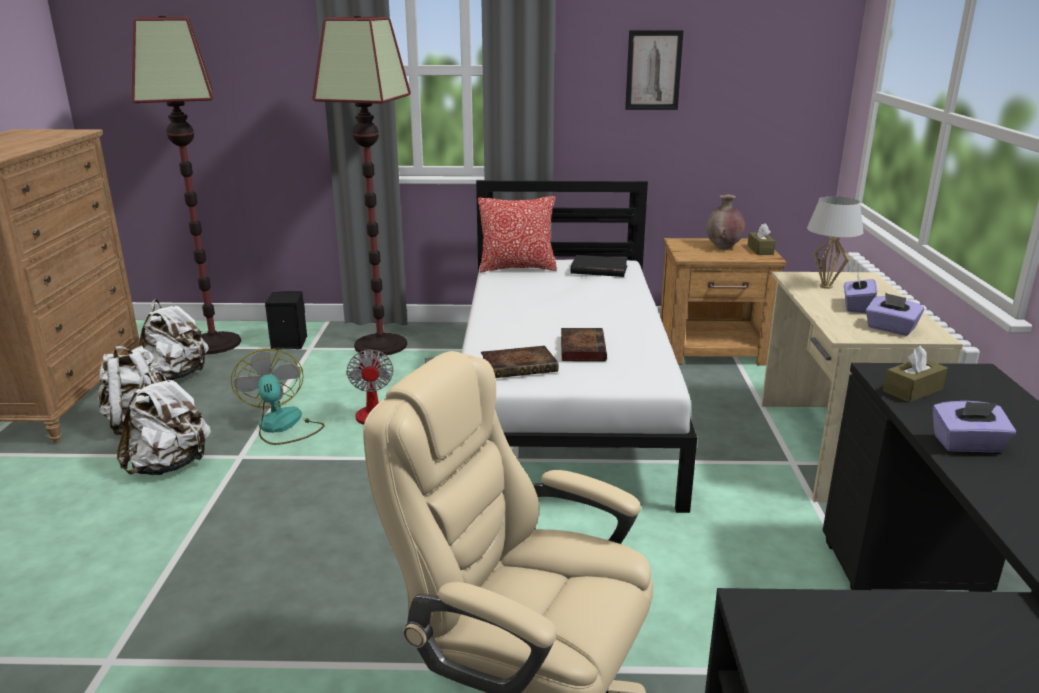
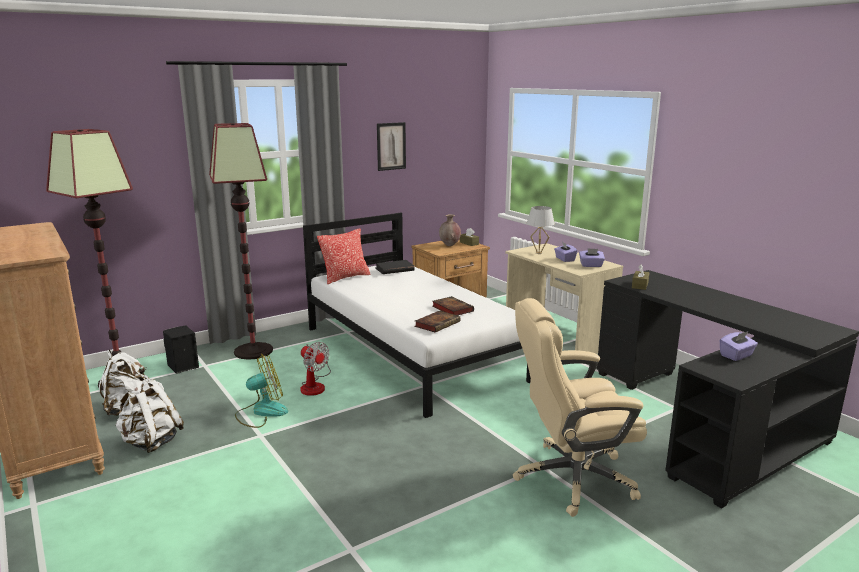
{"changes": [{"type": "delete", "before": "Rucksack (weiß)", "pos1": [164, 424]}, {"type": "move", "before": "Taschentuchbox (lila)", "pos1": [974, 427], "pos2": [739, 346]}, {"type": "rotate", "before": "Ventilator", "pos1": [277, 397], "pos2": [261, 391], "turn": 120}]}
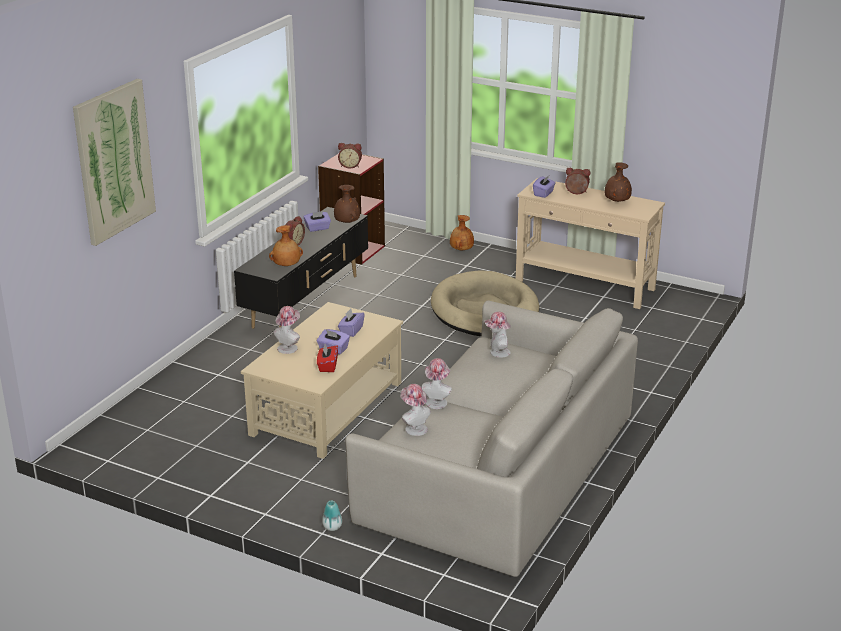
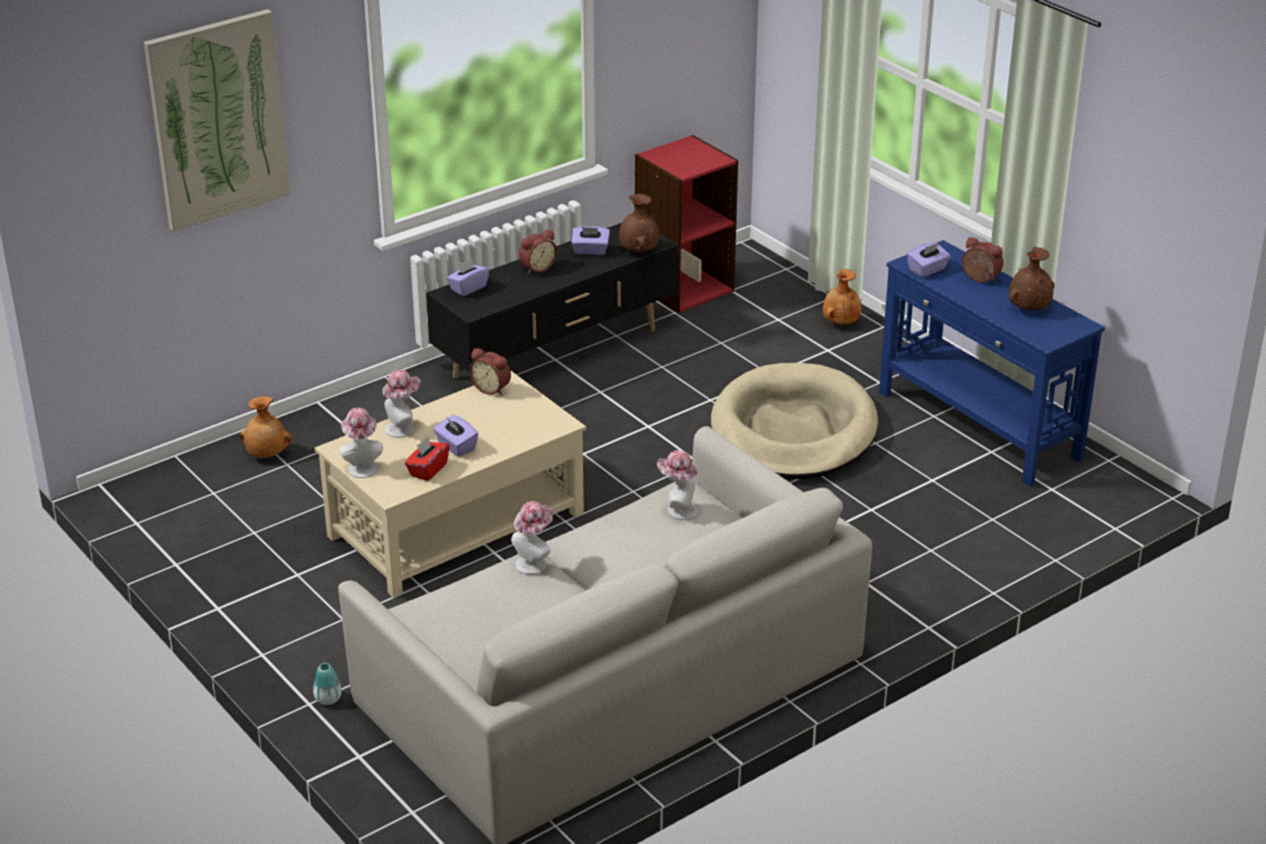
{"changes": [{"type": "move", "before": "Vase (braun)", "pos1": [286, 245], "pos2": [265, 427]}, {"type": "move", "before": "Wecker", "pos1": [350, 156], "pos2": [490, 371]}, {"type": "move", "before": "Taschentuchbox (lila)", "pos1": [351, 323], "pos2": [468, 277]}, {"type": "move", "before": "Hut", "pos1": [416, 410], "pos2": [361, 443]}, {"type": "recolor", "before": "Konsolentisch (beige)", "after": "Konsolentisch (blau)", "pos1": [590, 243], "pos2": [992, 363]}]}
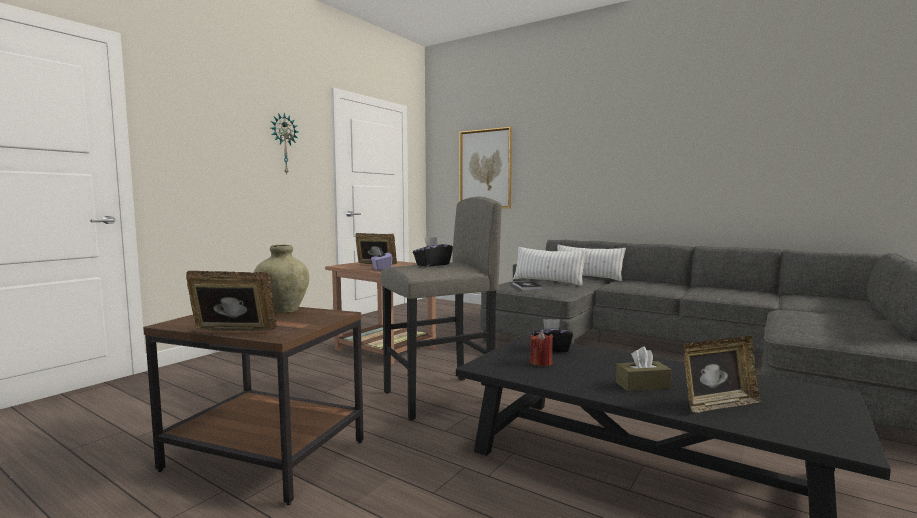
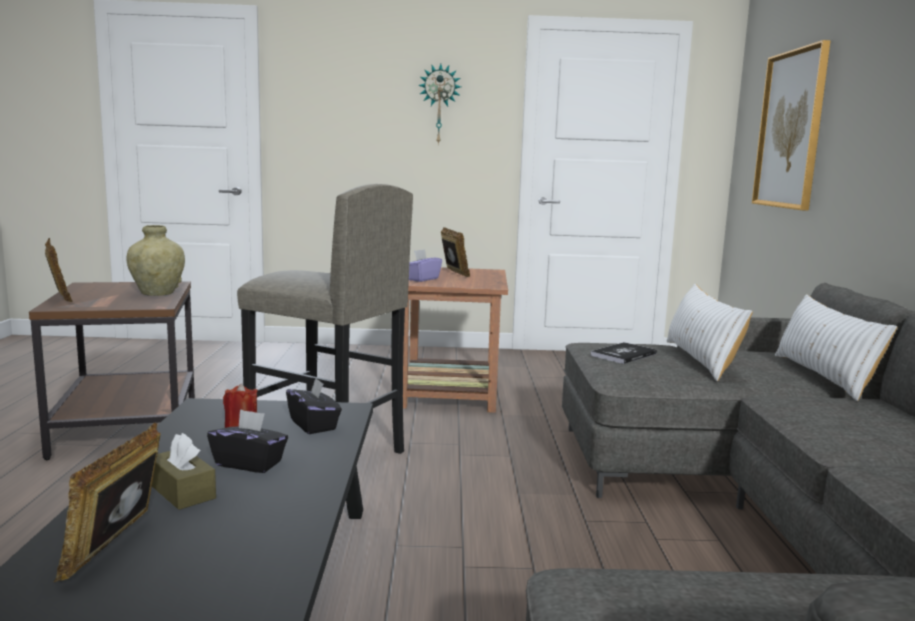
{"changes": [{"type": "move", "before": "Taschentuchbox (schwarz)", "pos1": [433, 252], "pos2": [247, 441]}, {"type": "rotate", "before": "Bilderrahmen", "pos1": [722, 374], "pos2": [107, 502], "turn": 60}]}
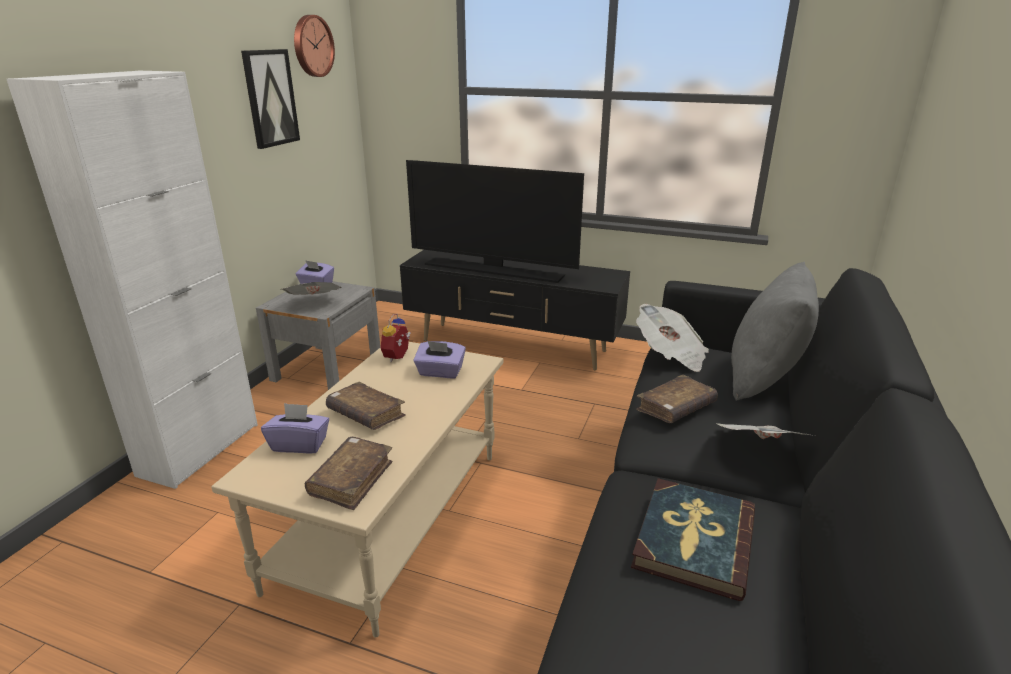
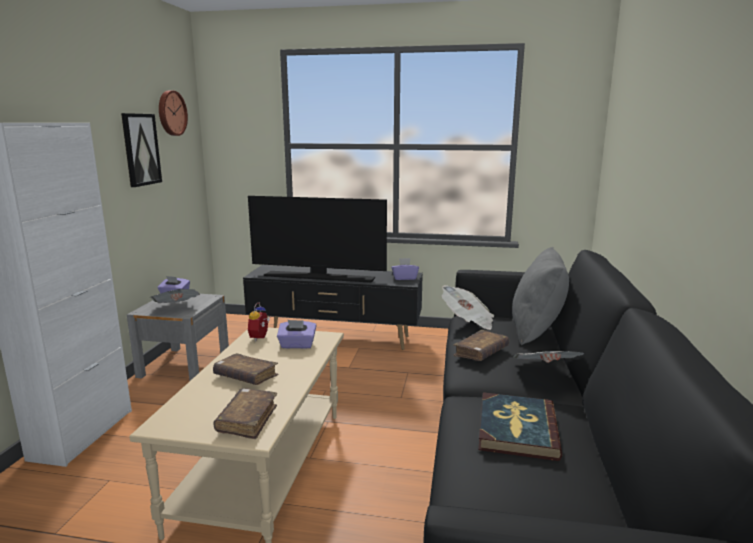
{"changes": [{"type": "move", "before": "Taschentuchbox (lila)", "pos1": [295, 428], "pos2": [405, 269]}]}
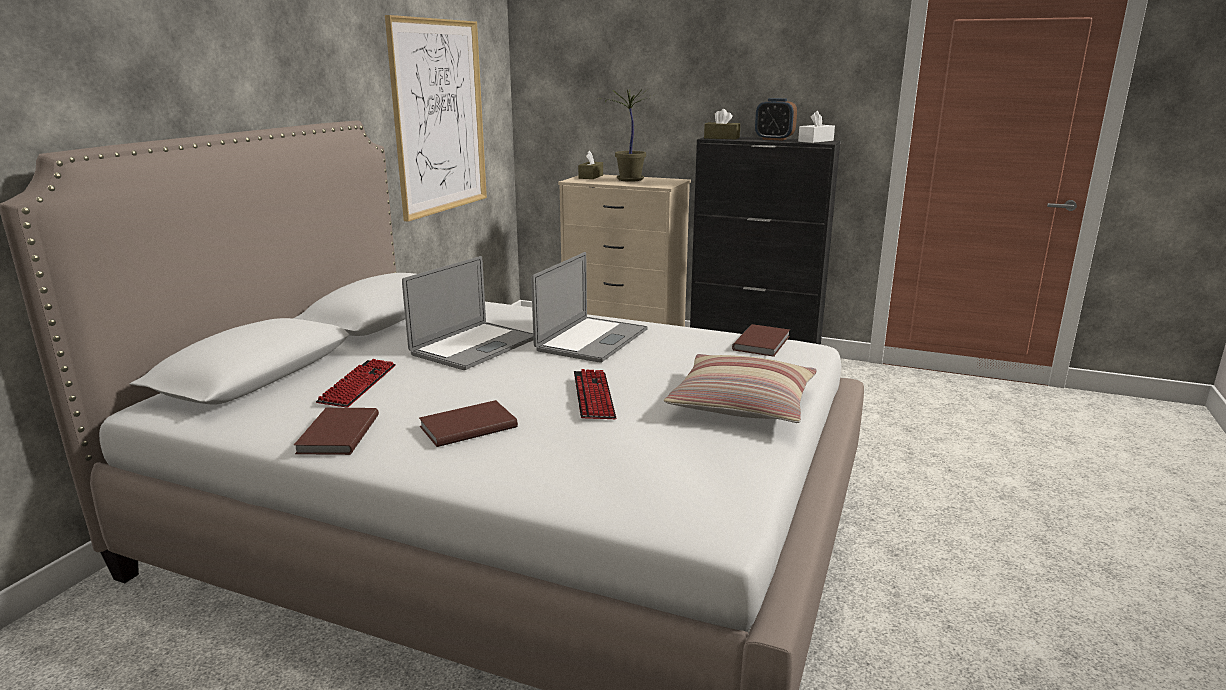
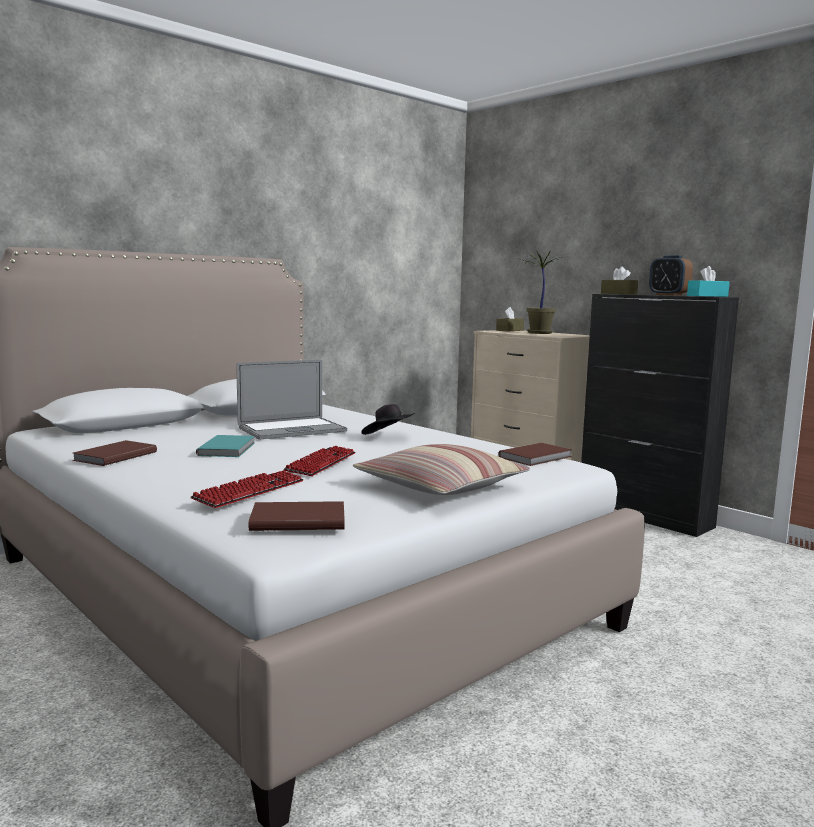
{"changes": [{"type": "delete", "before": "Bild", "pos1": [436, 118]}, {"type": "insert", "after": "Buch (türkis)", "pos2": [225, 446]}, {"type": "move", "before": "Tastatur", "pos1": [356, 383], "pos2": [247, 489]}, {"type": "move", "before": "Buch (braun)", "pos1": [468, 423], "pos2": [297, 516]}, {"type": "replace", "before": "Laptop", "after": "Hut (schwarz)", "pos1": [589, 307], "pos2": [387, 419]}, {"type": "recolor", "before": "Taschentuchbox (weiß)", "after": "Taschentuchbox (türkis)", "pos1": [816, 127], "pos2": [708, 281]}]}
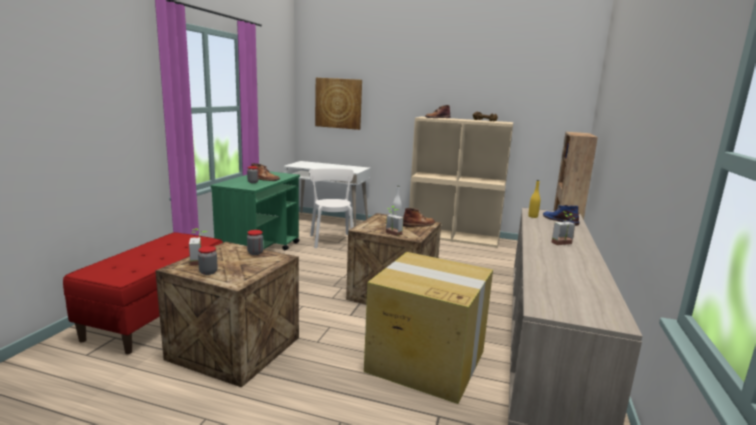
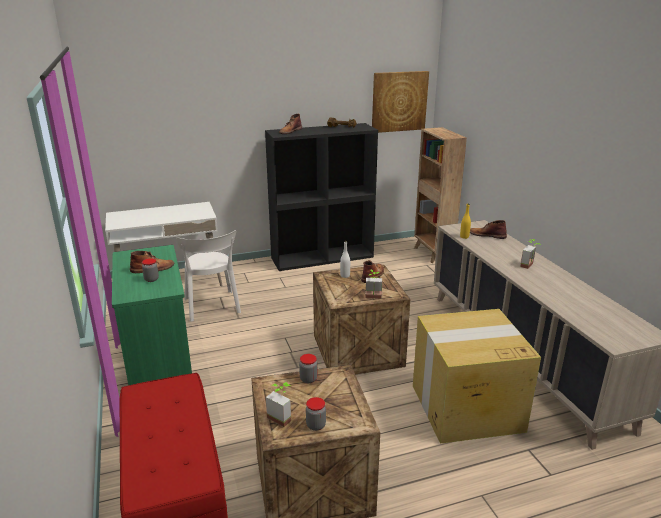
{"changes": [{"type": "move", "before": "Bild", "pos1": [338, 104], "pos2": [400, 102]}, {"type": "recolor", "before": "Bücherregal (beige)", "after": "Bücherregal (schwarz)", "pos1": [461, 182], "pos2": [321, 197]}, {"type": "recolor", "before": "Stiefel (blau)", "after": "Stiefel (braun)", "pos1": [561, 215], "pos2": [488, 229]}, {"type": "rotate", "before": "Stuhl (weiß)", "pos1": [331, 208], "pos2": [208, 276], "turn": -150}]}
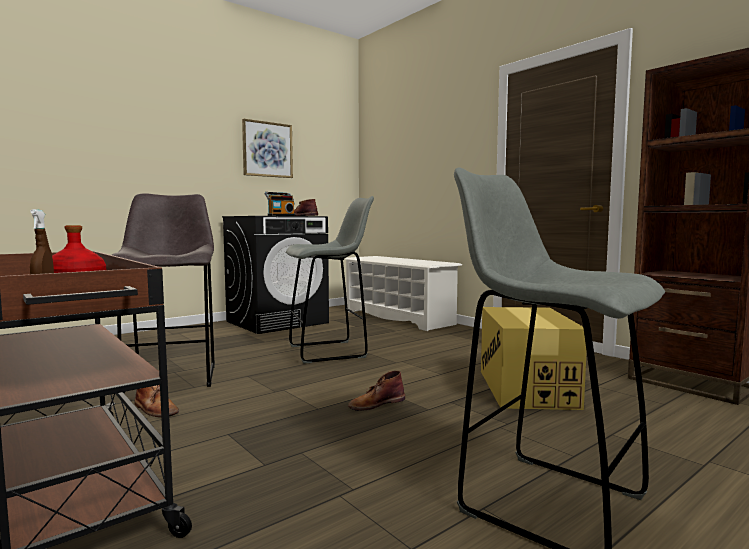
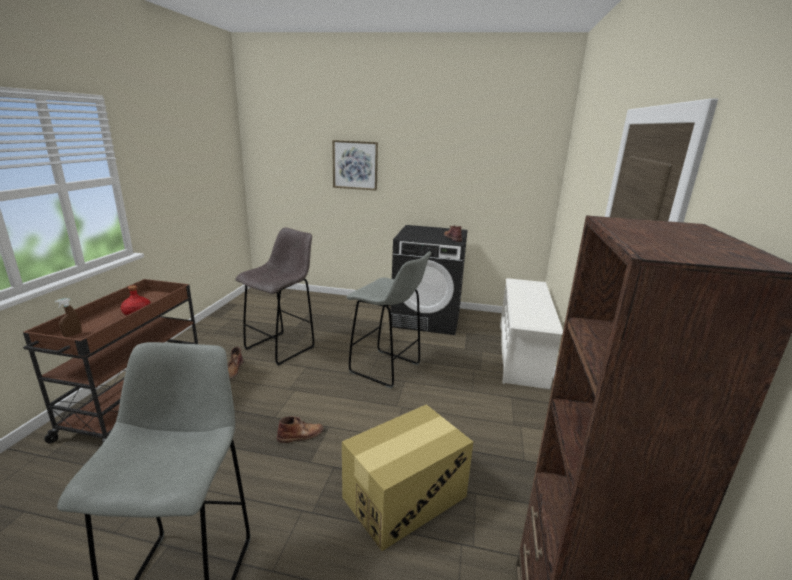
{"changes": [{"type": "delete", "before": "Radio", "pos1": [279, 204]}, {"type": "move", "before": "Bild", "pos1": [267, 148], "pos2": [355, 165]}, {"type": "rotate", "before": "Stiefel (braun)", "pos1": [376, 391], "pos2": [300, 429], "turn": 135}]}
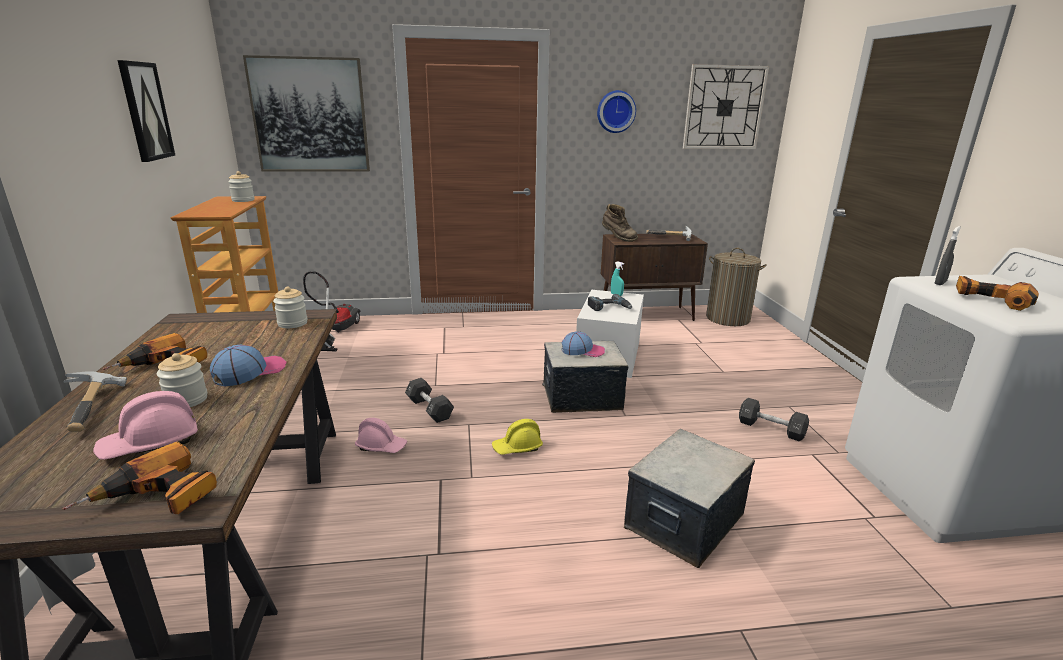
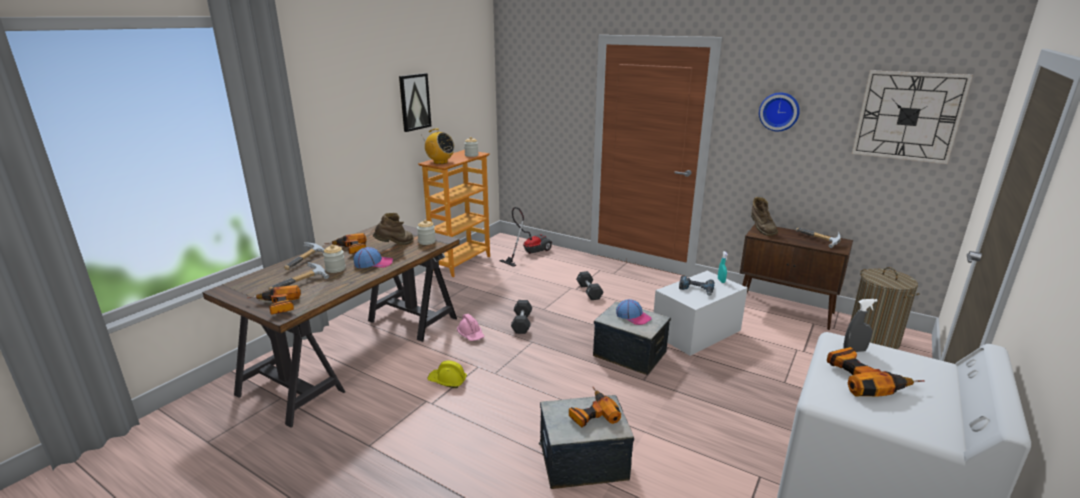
{"changes": [{"type": "delete", "before": "Bild", "pos1": [306, 113]}, {"type": "insert", "after": "Stiefel (braun)", "pos2": [393, 229]}, {"type": "insert", "after": "Radio", "pos2": [439, 146]}, {"type": "insert", "after": "Bohrmaschine", "pos2": [595, 407]}, {"type": "move", "before": "Schutzhelm (gelb)", "pos1": [517, 437], "pos2": [447, 374]}, {"type": "move", "before": "Hantel (schwarz)", "pos1": [774, 420], "pos2": [590, 285]}, {"type": "replace", "before": "Schutzhelm (rosa)", "after": "Hammer", "pos1": [145, 425], "pos2": [298, 276]}]}
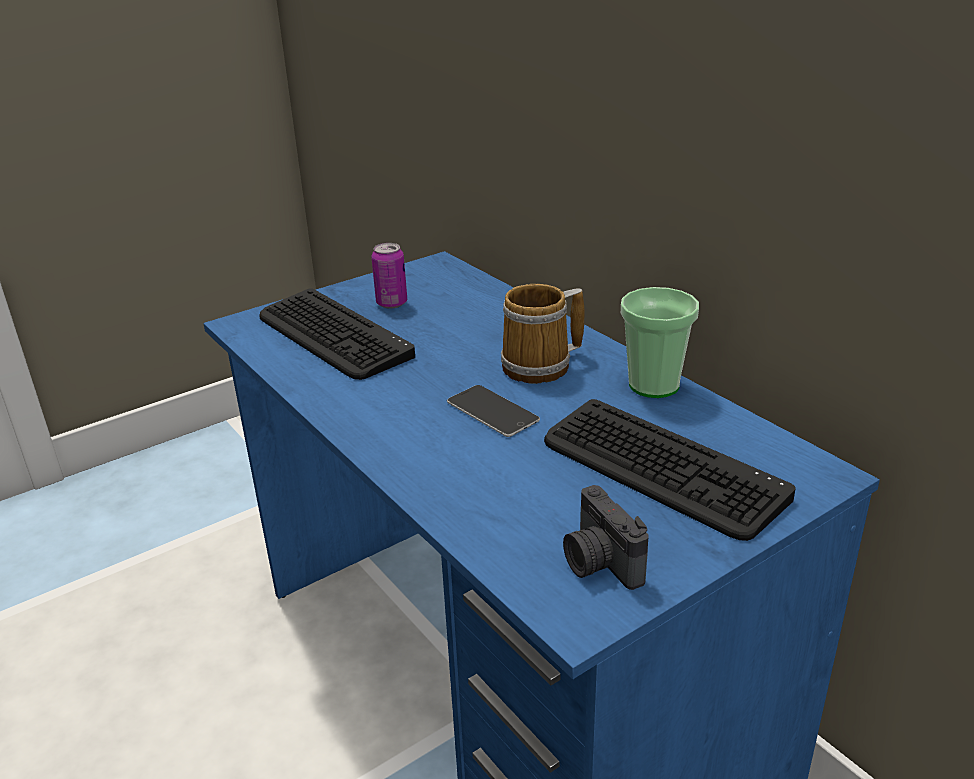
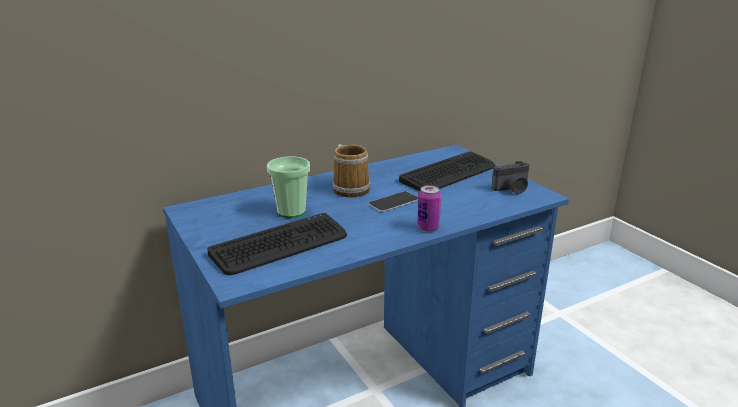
{"changes": [{"type": "move", "before": "Dose", "pos1": [389, 276], "pos2": [429, 208]}, {"type": "move", "before": "Tasse", "pos1": [660, 342], "pos2": [288, 187]}]}
